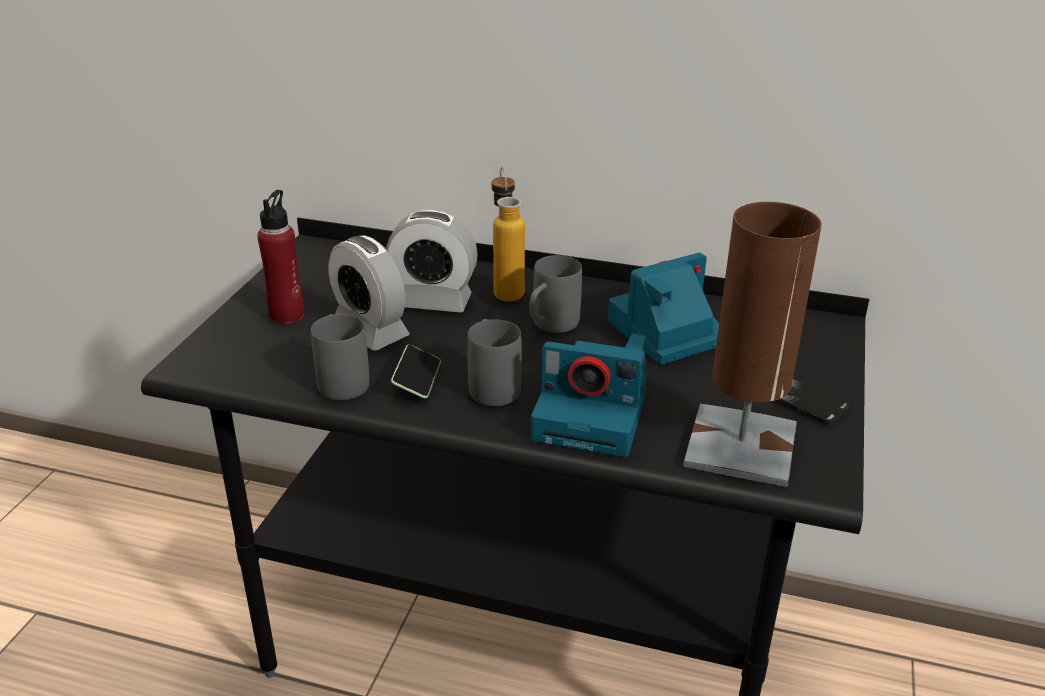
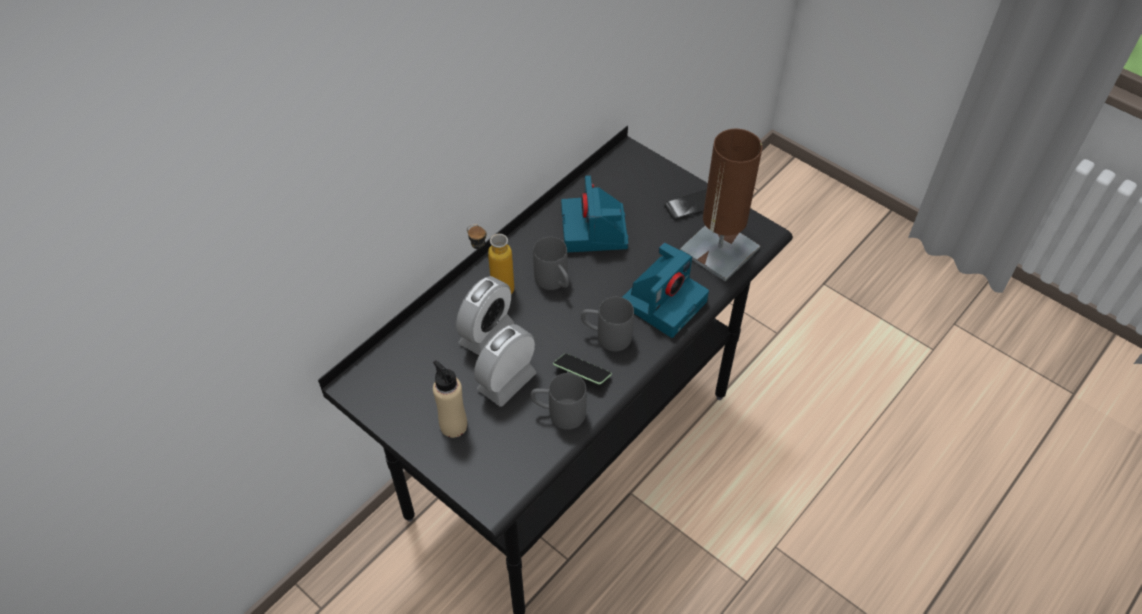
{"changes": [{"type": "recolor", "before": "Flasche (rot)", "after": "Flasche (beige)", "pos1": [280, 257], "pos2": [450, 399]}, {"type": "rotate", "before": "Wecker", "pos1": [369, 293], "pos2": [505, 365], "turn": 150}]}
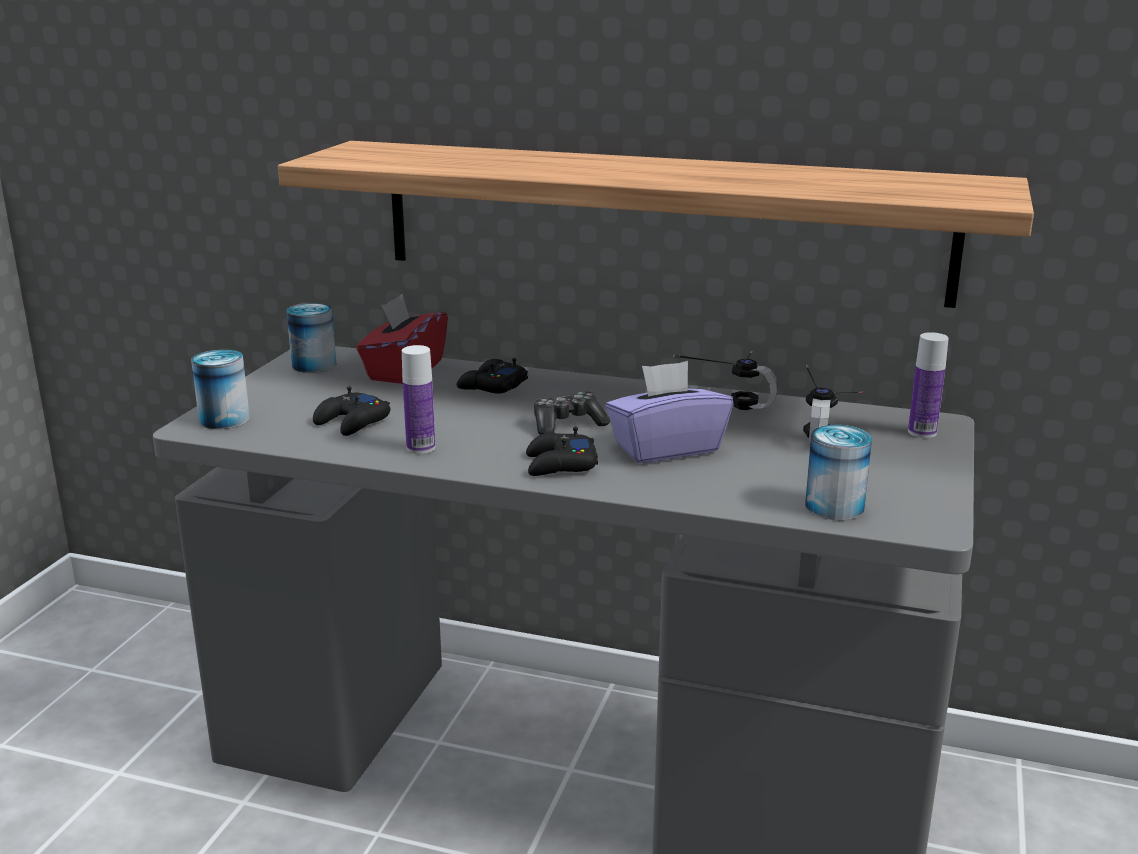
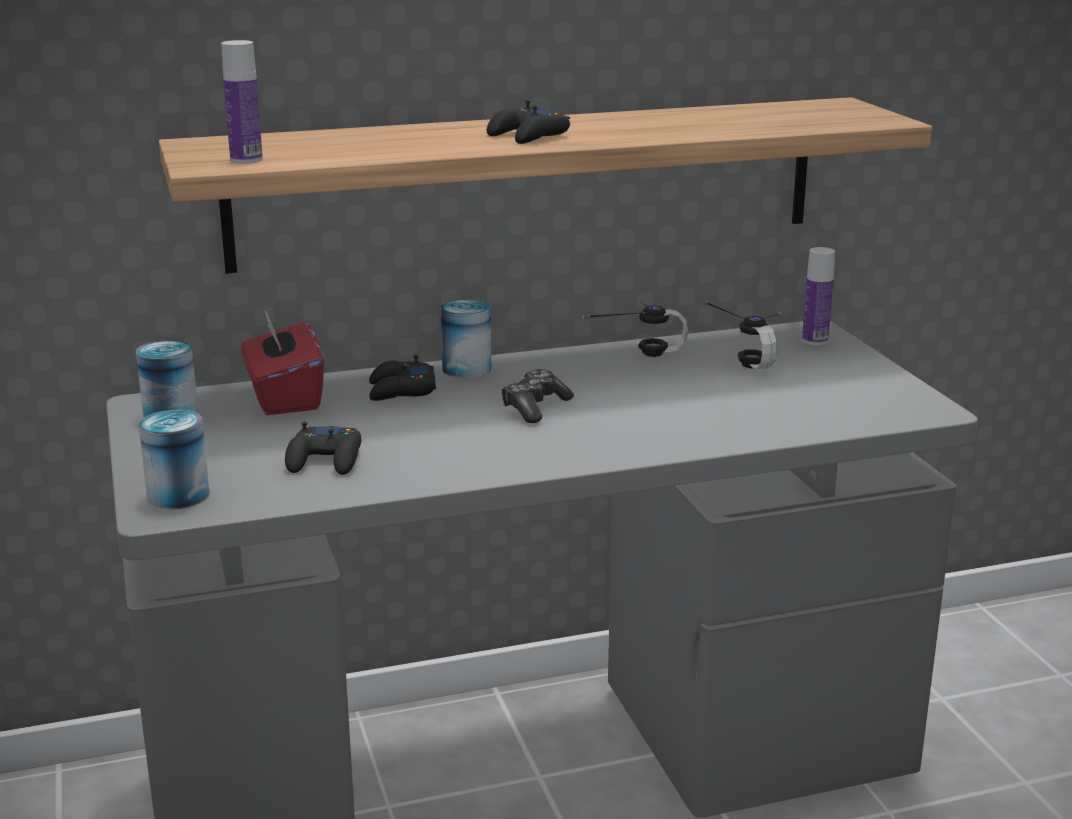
{"changes": [{"type": "delete", "before": "Taschentuchbox (lila)", "pos1": [669, 412]}, {"type": "move", "before": "Flasche", "pos1": [418, 399], "pos2": [242, 102]}, {"type": "move", "before": "Gamepad (schwarz)", "pos1": [562, 451], "pos2": [528, 122]}, {"type": "move", "before": "Dose", "pos1": [838, 472], "pos2": [466, 338]}]}
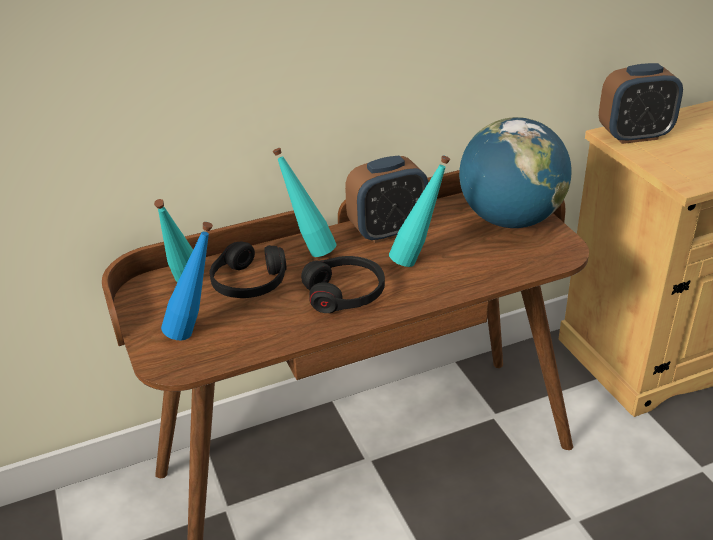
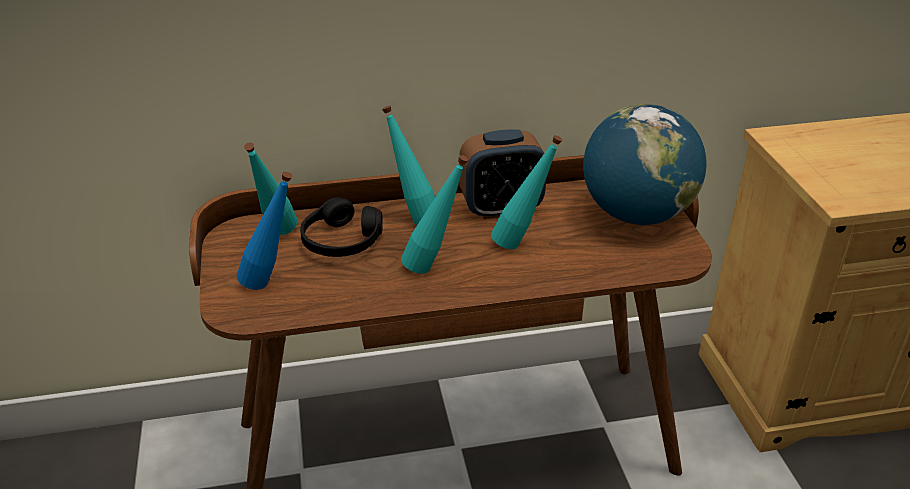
{"changes": [{"type": "delete", "before": "Wecker", "pos1": [641, 103]}, {"type": "replace", "before": "Kopfhörer (schwarz)", "after": "Flasche (türkis)", "pos1": [343, 284], "pos2": [434, 214]}]}
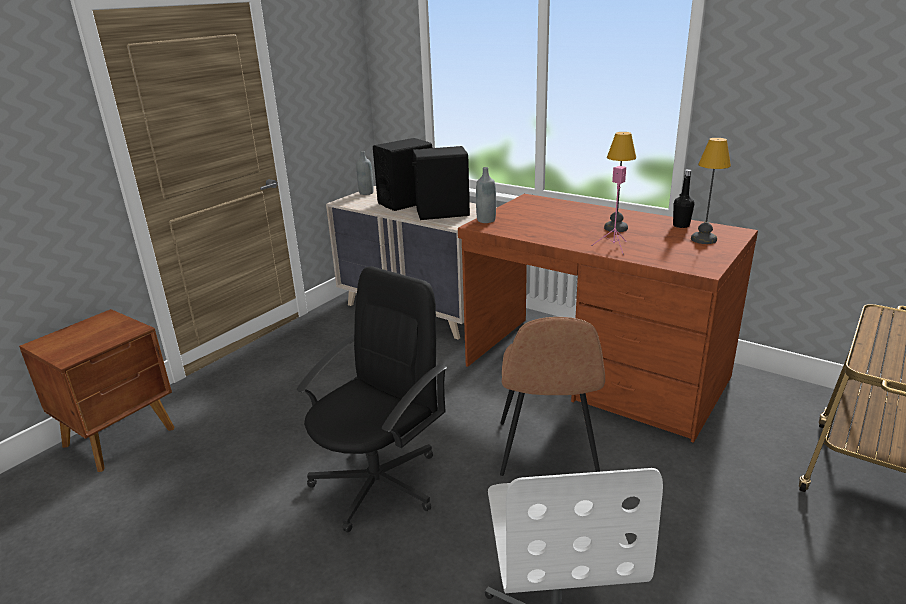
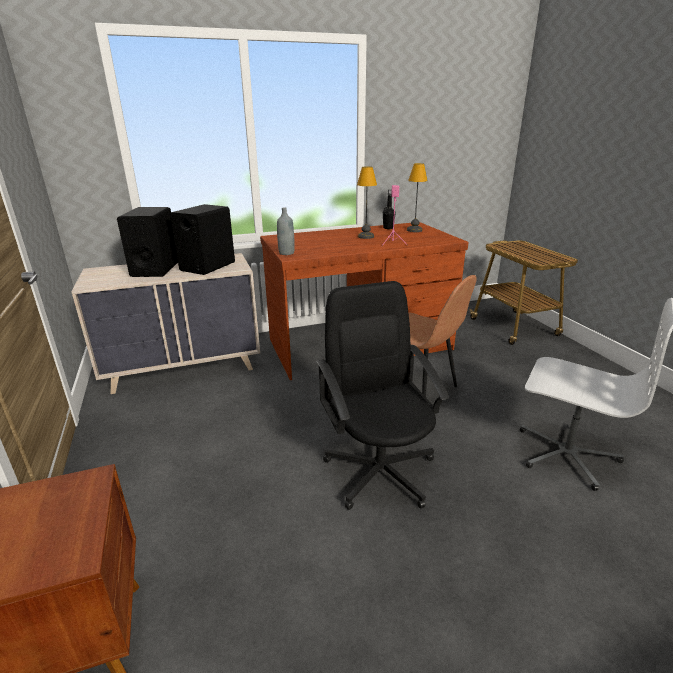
{"changes": [{"type": "delete", "before": "Flasche (grau)", "pos1": [365, 173]}]}
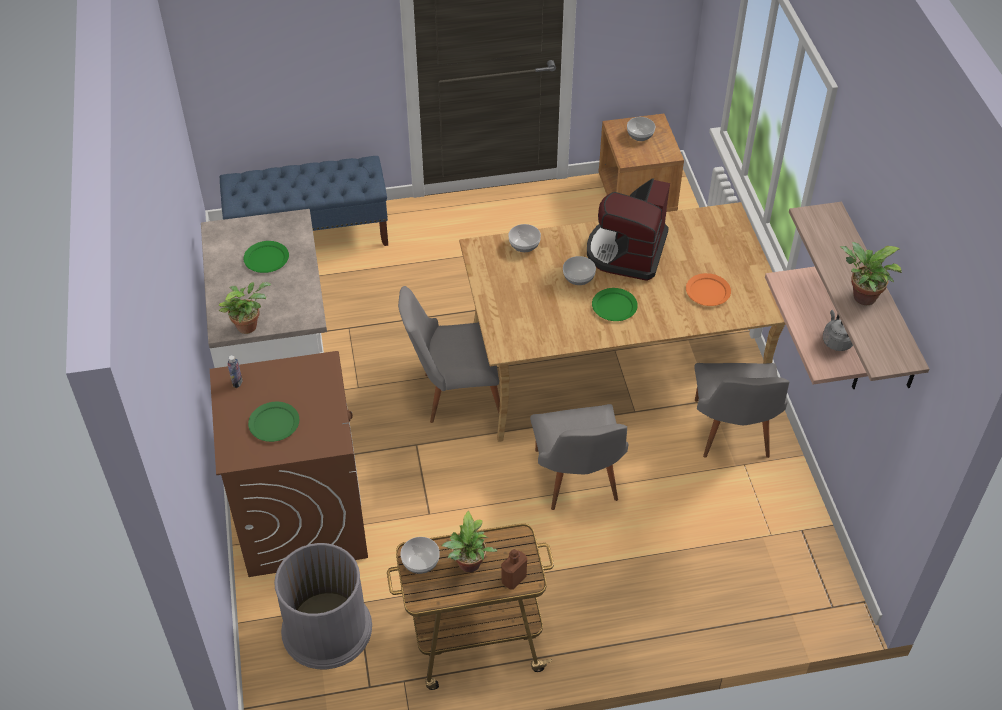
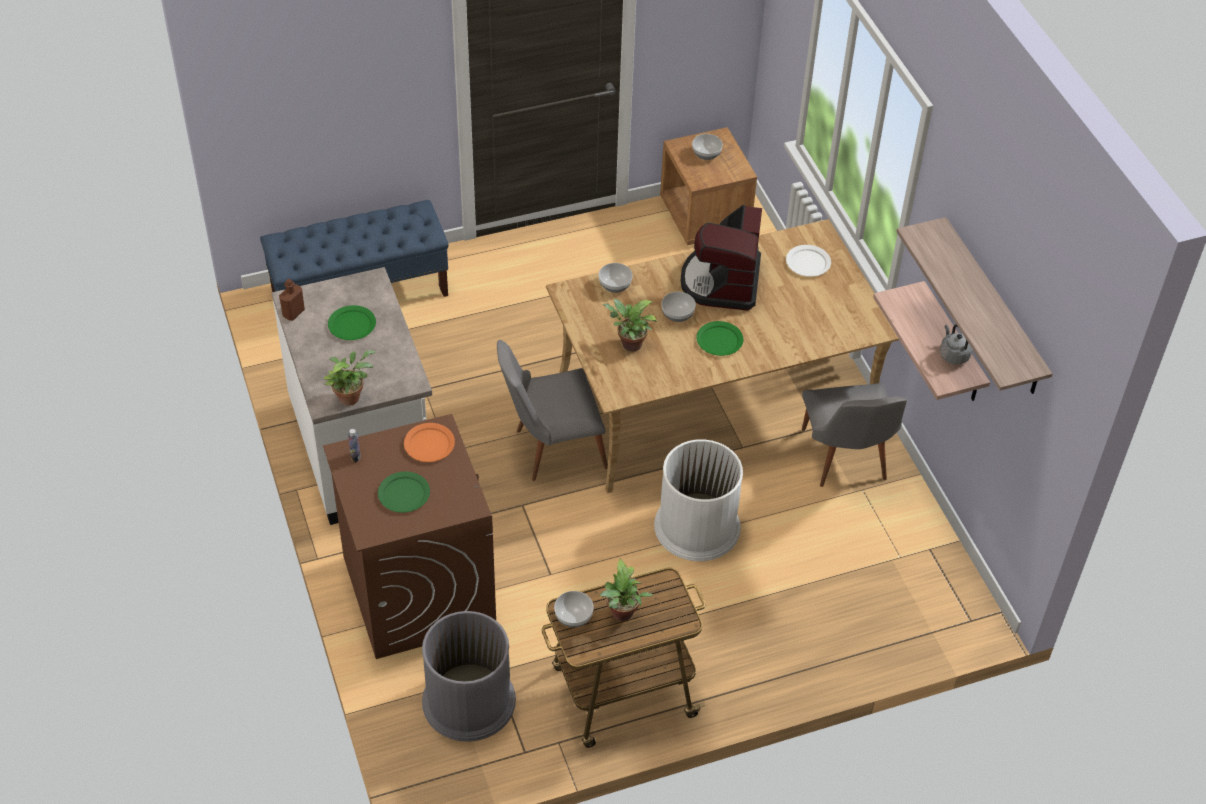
{"changes": [{"type": "insert", "after": "Teller (weiß)", "pos2": [808, 261]}, {"type": "move", "before": "Flasche (braun)", "pos1": [514, 569], "pos2": [292, 300]}, {"type": "move", "before": "Teller (orange)", "pos1": [708, 289], "pos2": [429, 442]}, {"type": "move", "before": "Topfpflanze", "pos1": [871, 273], "pos2": [630, 325]}, {"type": "replace", "before": "Stuhl (grau)", "after": "Mülleimer (weiß)", "pos1": [579, 457], "pos2": [698, 500]}]}
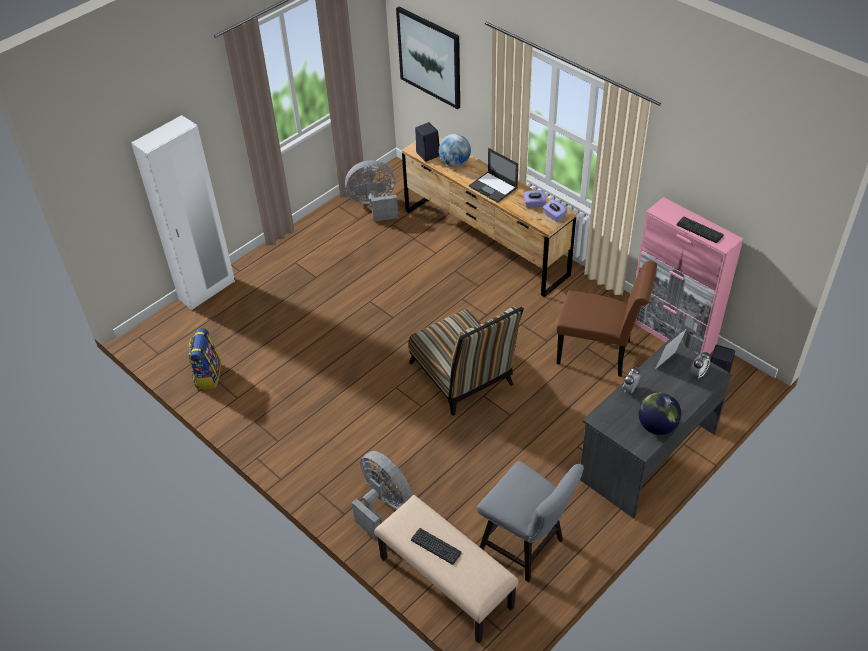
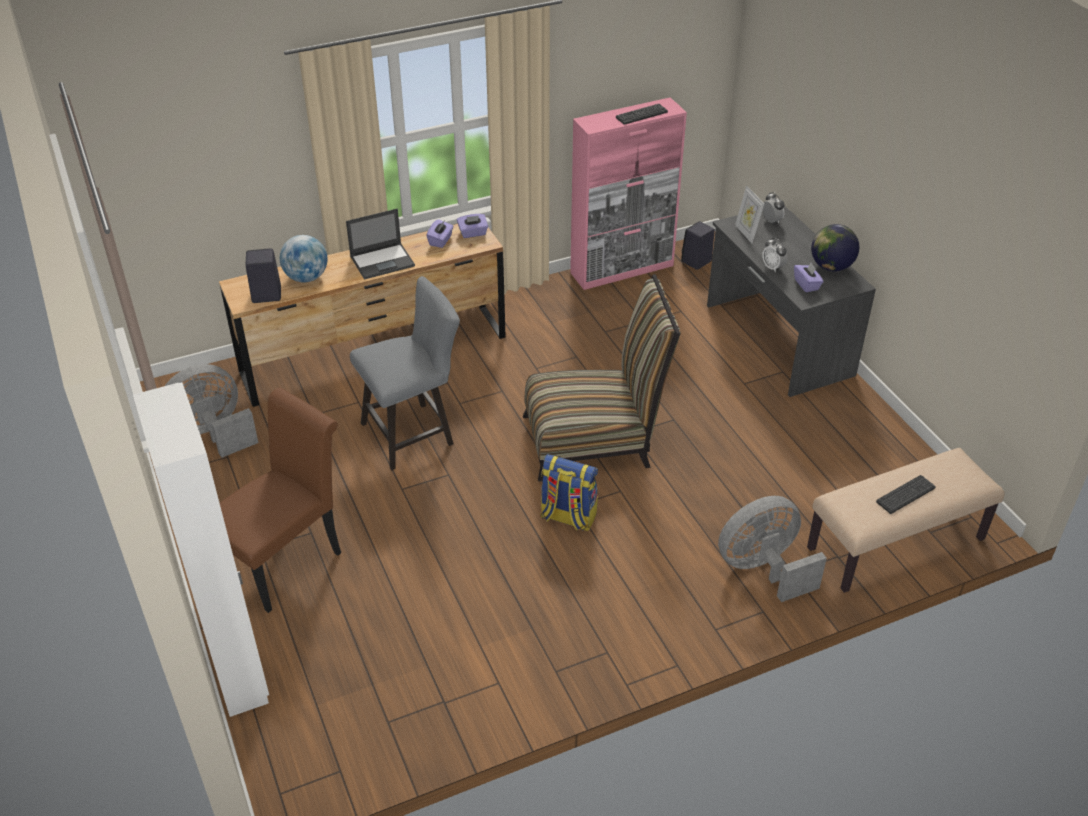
{"changes": [{"type": "delete", "before": "Bild", "pos1": [428, 58]}, {"type": "insert", "after": "Taschentuchbox (lila)", "pos2": [809, 277]}, {"type": "move", "before": "Rucksack", "pos1": [204, 358], "pos2": [569, 492]}, {"type": "move", "before": "Stuhl (grau)", "pos1": [530, 521], "pos2": [405, 373]}, {"type": "move", "before": "Stuhl (braun)", "pos1": [607, 319], "pos2": [280, 500]}, {"type": "rotate", "before": "Ventilator (grau)", "pos1": [371, 190], "pos2": [212, 411], "turn": 45}]}
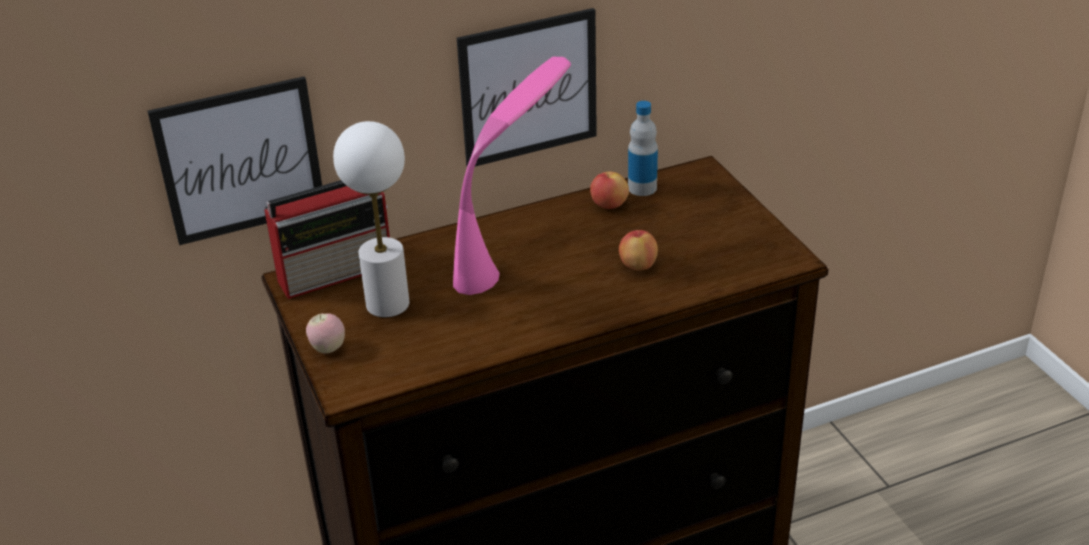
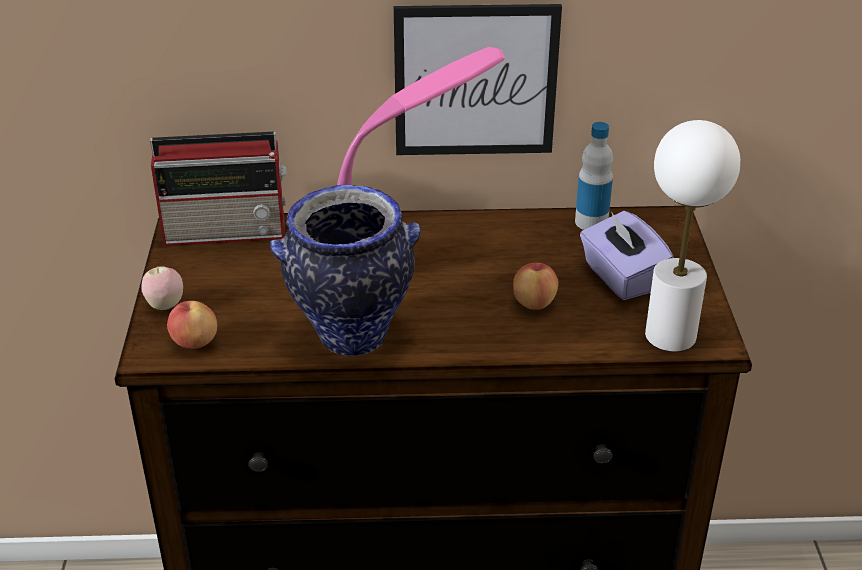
{"changes": [{"type": "delete", "before": "Bild", "pos1": [235, 160]}, {"type": "insert", "after": "Vase", "pos2": [345, 270]}, {"type": "insert", "after": "Taschentuchbox (lila)", "pos2": [627, 255]}, {"type": "move", "before": "Tischlampe (weiß)", "pos1": [371, 219], "pos2": [692, 236]}, {"type": "move", "before": "Apfel", "pos1": [609, 190], "pos2": [192, 325]}]}
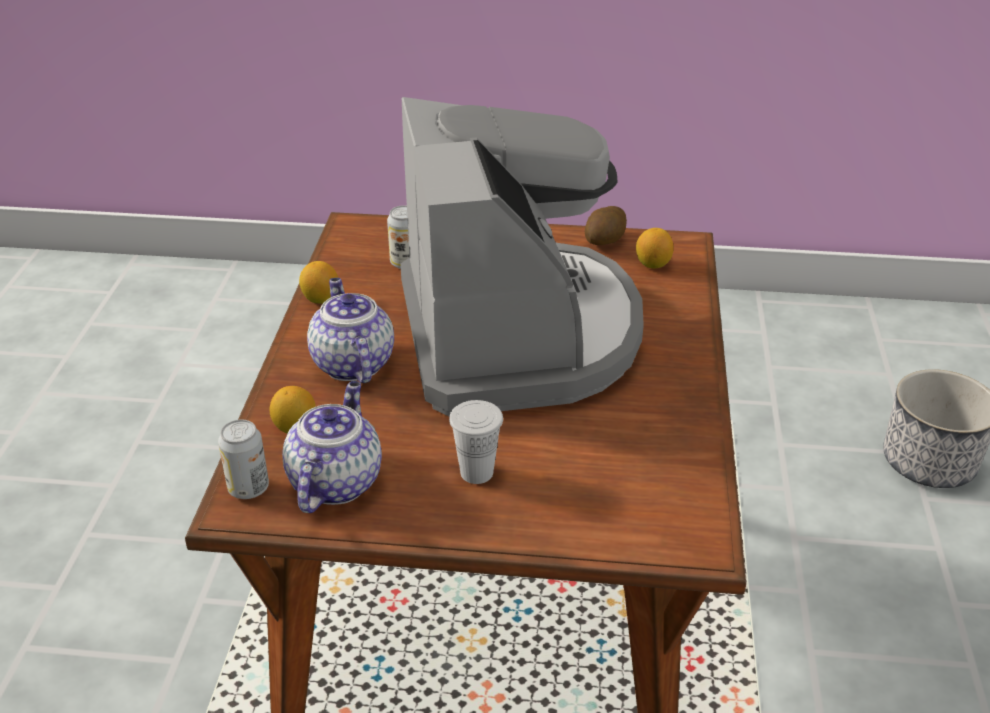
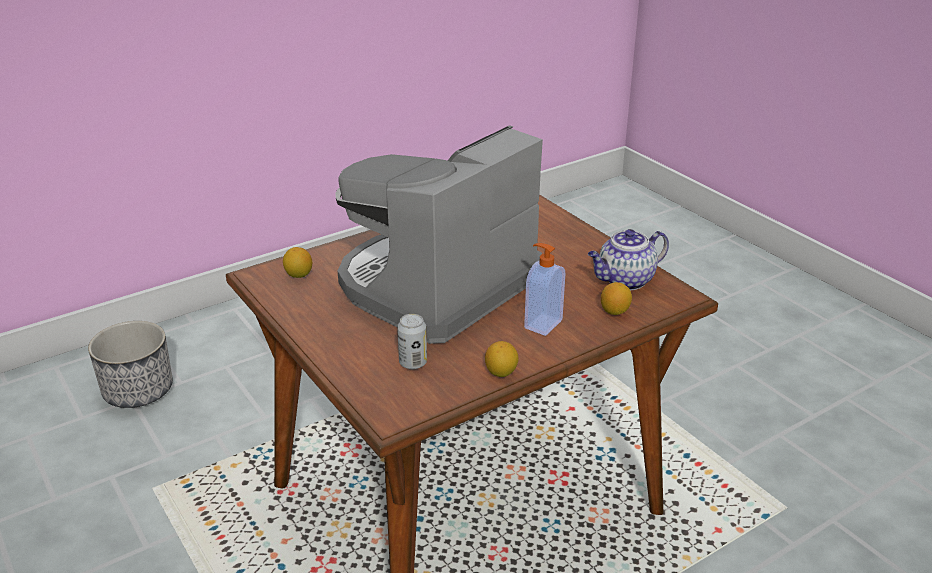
{"changes": [{"type": "delete", "before": "Dose", "pos1": [243, 459]}, {"type": "delete", "before": "Tasse (weiß)", "pos1": [476, 442]}, {"type": "delete", "before": "Kartoffel", "pos1": [606, 225]}, {"type": "replace", "before": "Teekanne", "after": "Seifenspender", "pos1": [350, 330], "pos2": [544, 289]}]}
